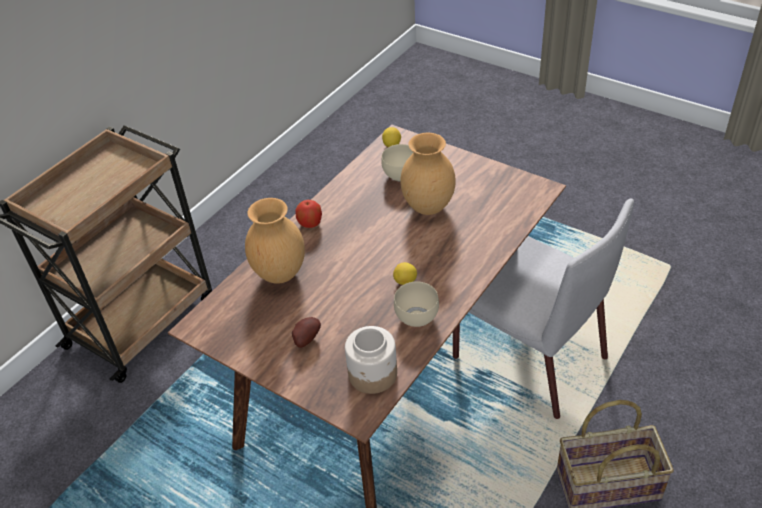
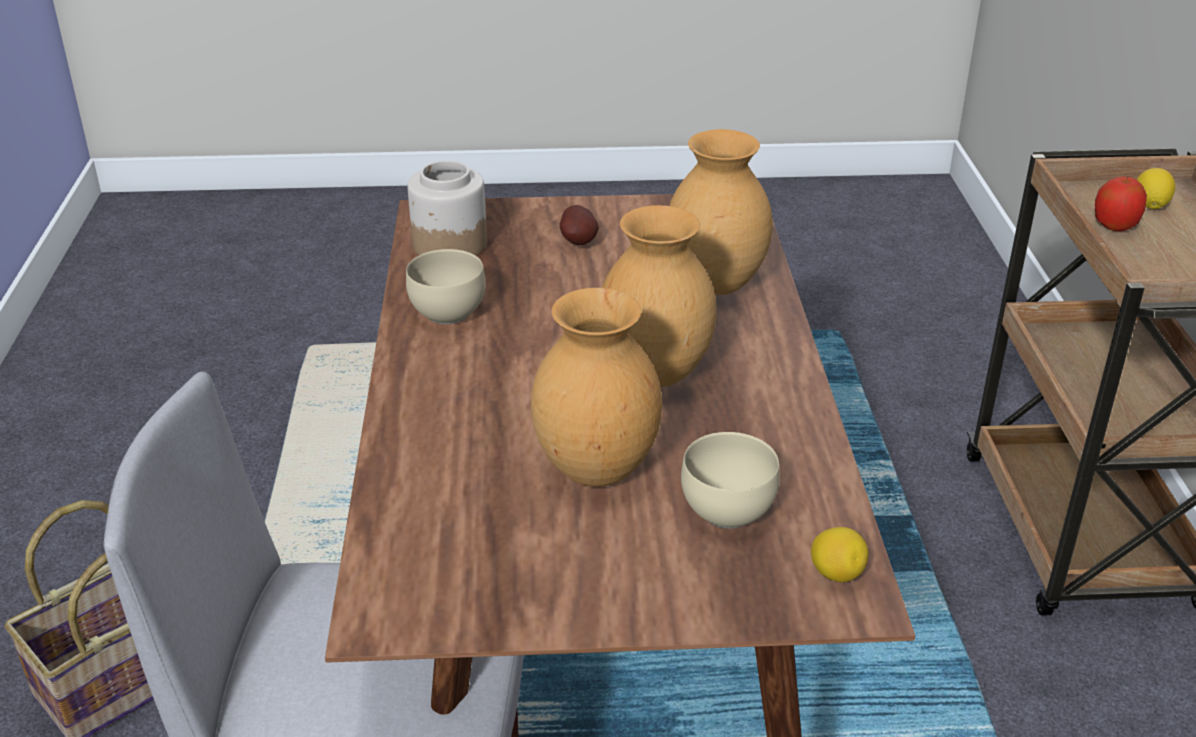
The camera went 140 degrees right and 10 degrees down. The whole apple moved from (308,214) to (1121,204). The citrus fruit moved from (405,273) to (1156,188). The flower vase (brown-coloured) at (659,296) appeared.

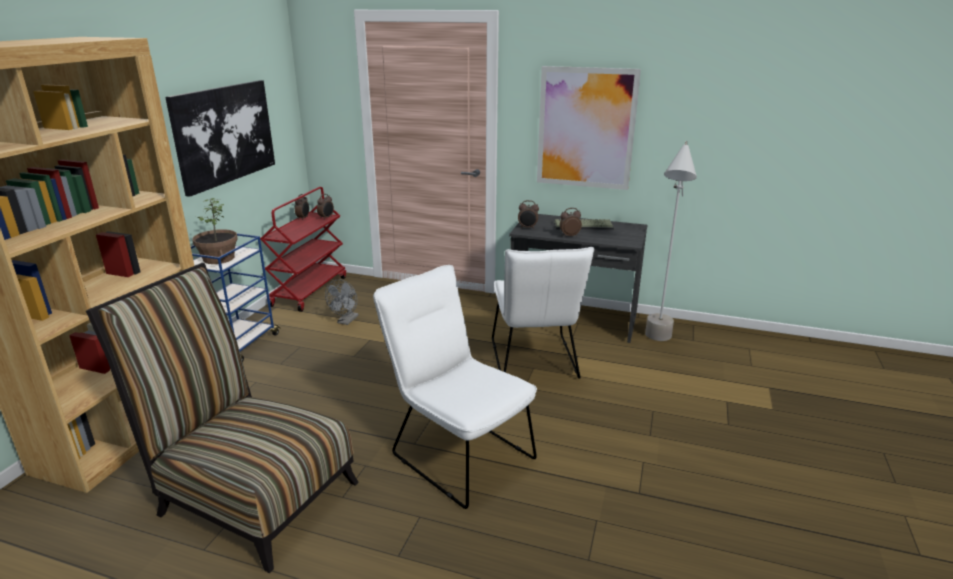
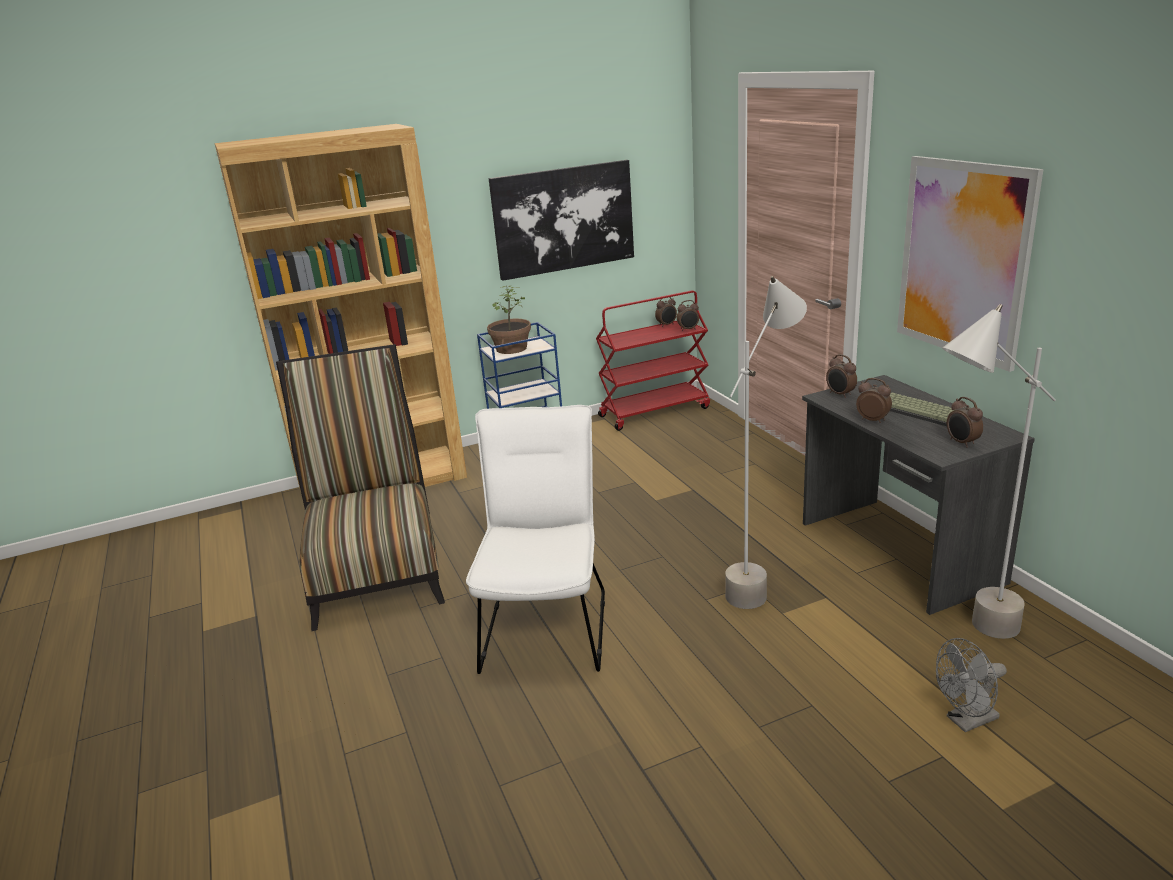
The camera went 50 degrees right and 0 degrees up. The upright chair (white) at (543,313) was replaced by the standing lamp (gray) at (766,442). The cooling fan (gray) moved from (341,302) to (971,685). The bedside clock at (965,422) appeared.

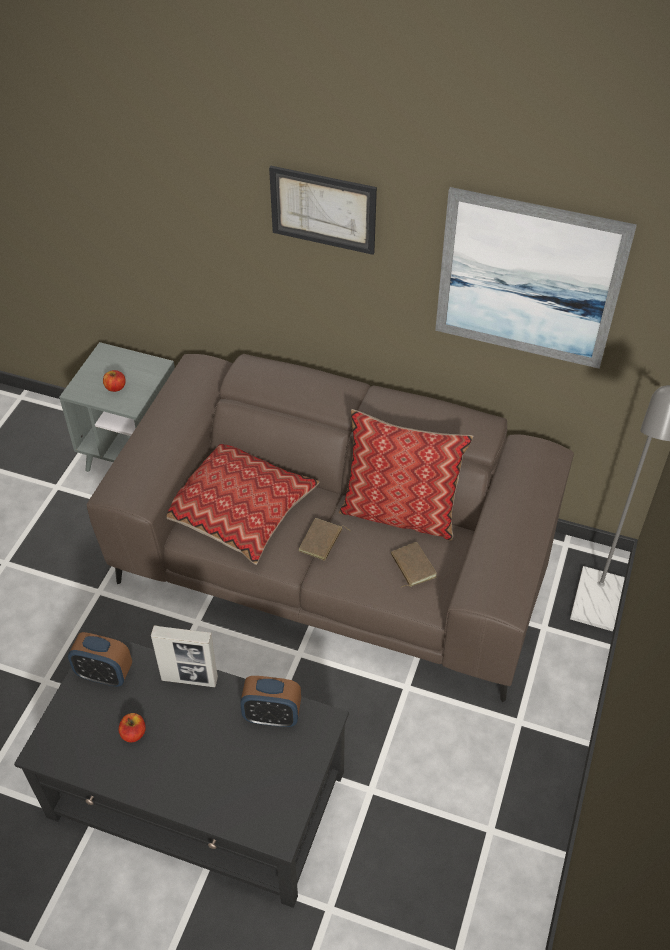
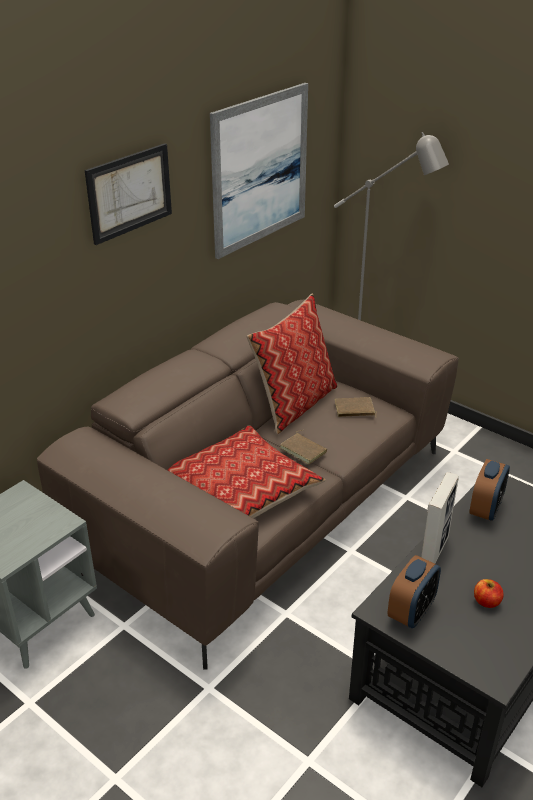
The camera went 70 degrees left and 15 degrees down. The whole apple at (114,381) disappeared.

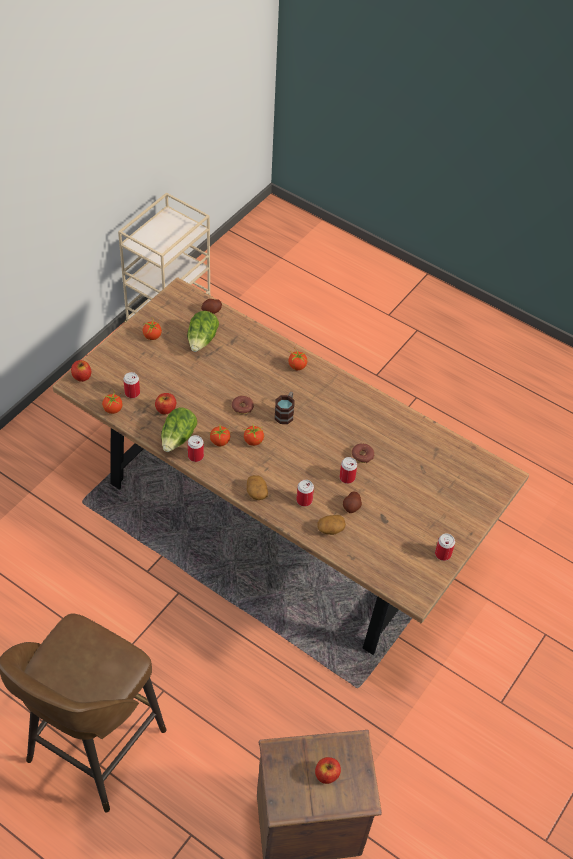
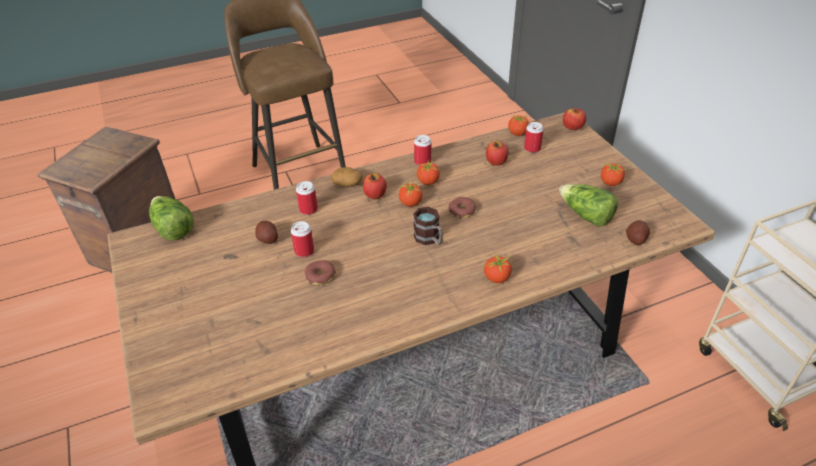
The camera went 125 degrees right and 10 degrees down. The lettuce head moved from (179,429) to (171,218). The potato at (331,525) disappeared. The metal can at (445,547) disappeared. The whole apple moved from (328,770) to (375,186).

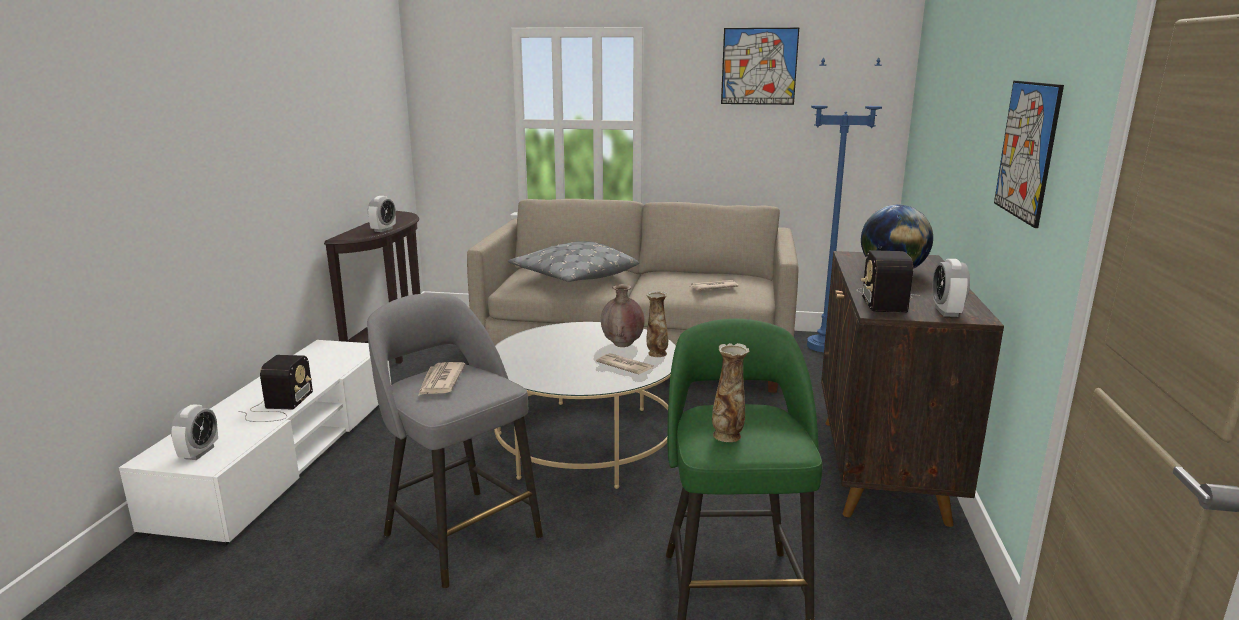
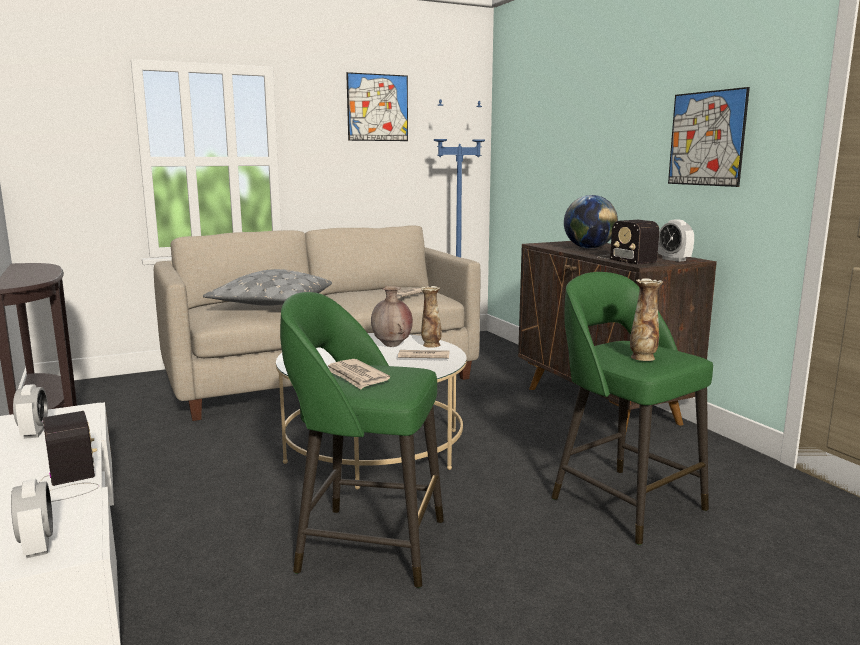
The camera went 35 degrees left and 5 degrees down. The bedside clock moved from (382,214) to (30,411). The stool (gray) at (455,440) became the stool (greenish) at (362,440).

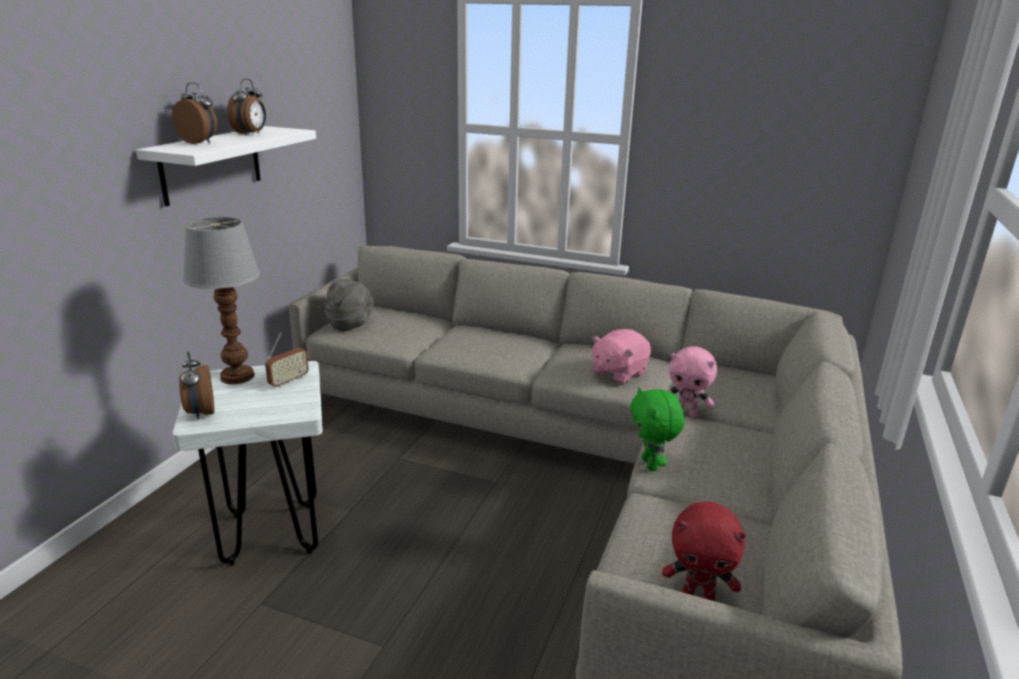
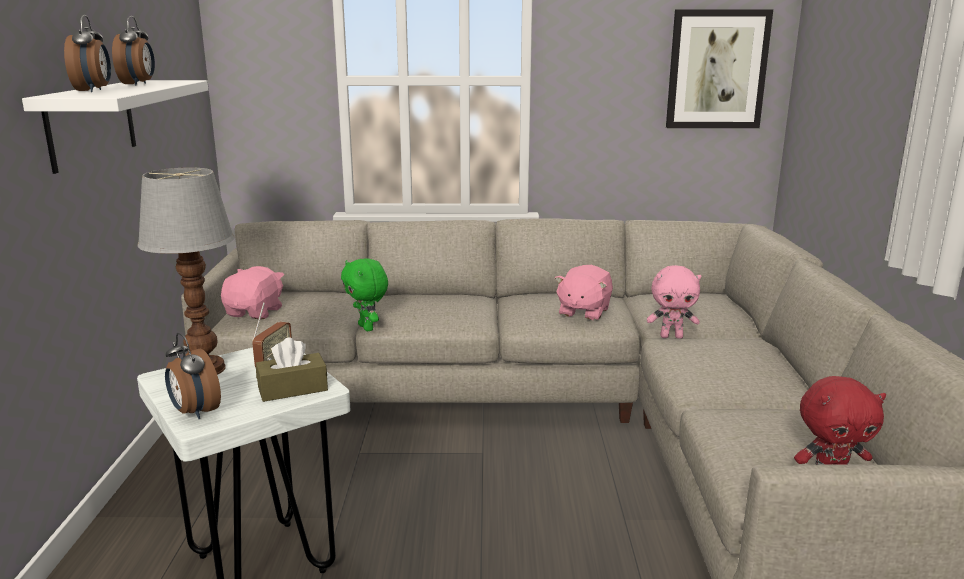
The camera went 20 degrees left and 5 degrees down. The bedside clock at (194,113) turned 75 degrees clockwise. The hat (gray) at (349,305) was replaced by the cuddly toy (pinkish) at (252,293). The cuddly toy (greenish) moved from (657,429) to (364,294). The picture at (719,68) appeared. The tissue box (brown-coloured) at (292,369) appeared.

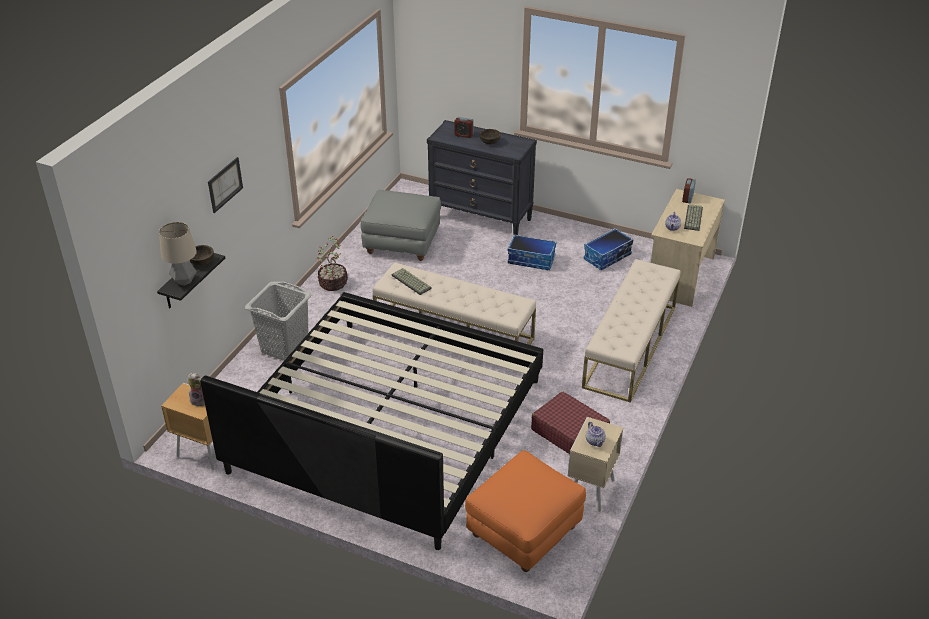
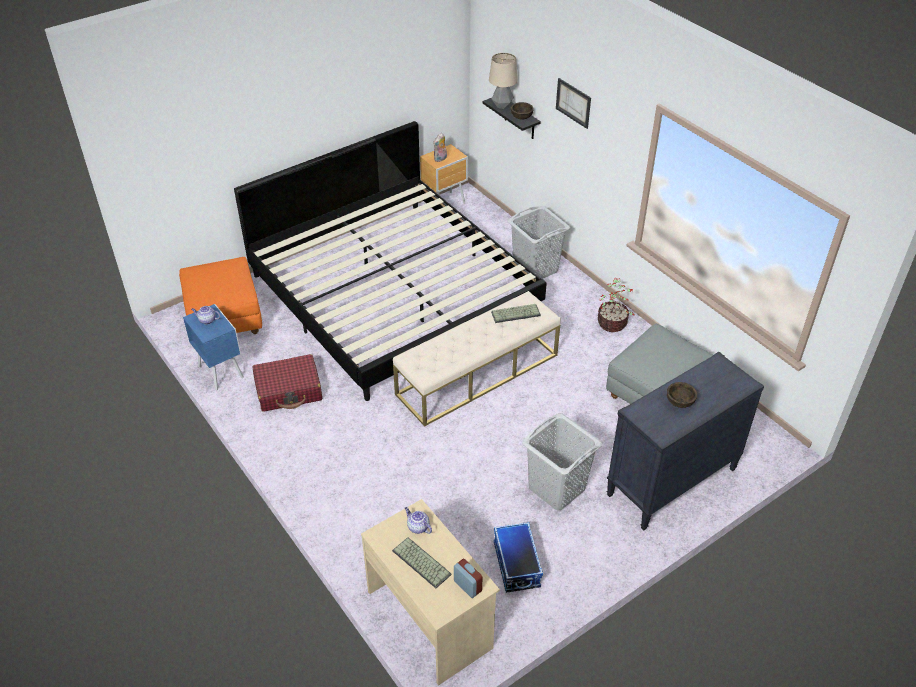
The camera went 120 degrees right and 5 degrees up. The bedside clock at (464,127) disappeared. The storage bin at (532,252) was replaced by the laundry basket (gray) at (562,462). The indoor bench (beige-coloured) at (631,331) disappeared. The bedside table (beige-coloured) at (595,464) became the bedside table (blue-coloured) at (213,347).

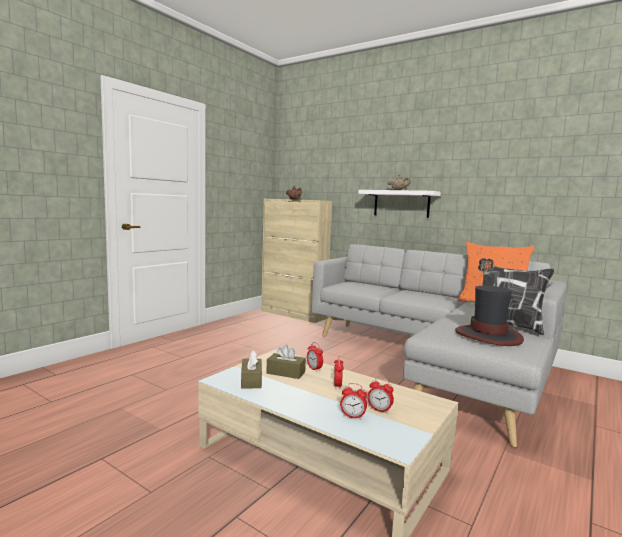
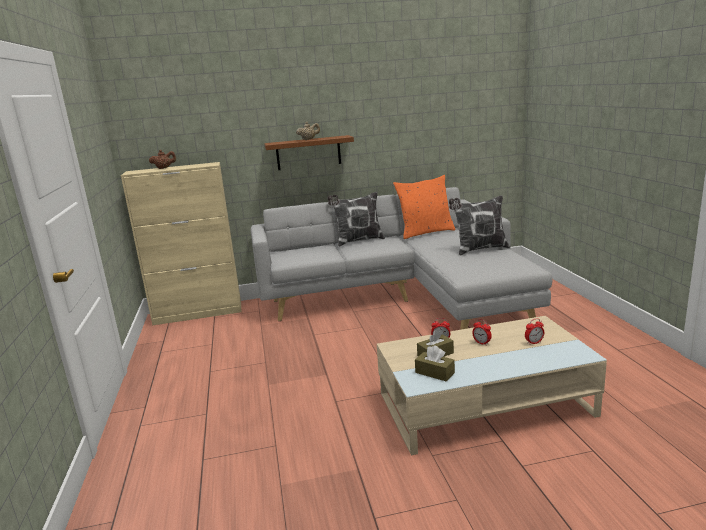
The camera went 45 degrees left and 10 degrees up. The wall shelf (white) at (399,204) became the wall shelf (brown-coloured) at (309,152). The hat at (489,316) disappeared. The bedside clock at (353,401) disappeared. The pillow at (356,219) appeared.

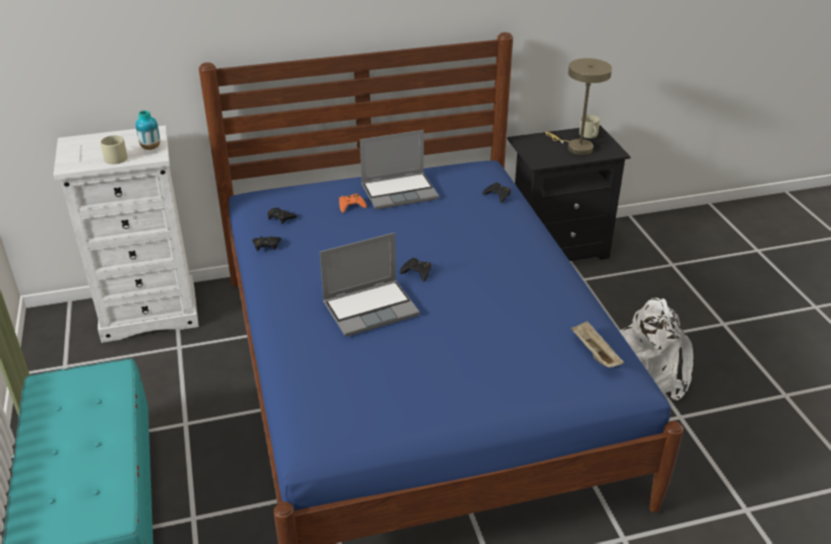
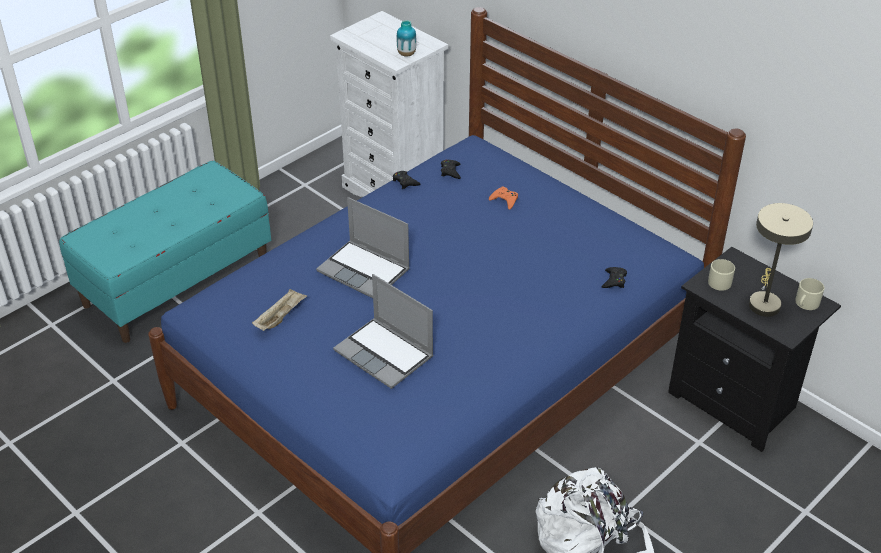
The camera went 60 degrees right and 5 degrees up. The notebook computer moved from (399,170) to (383,331). The coffee mug (beige-coloured) moved from (113,150) to (721,275). The joypad (black-coloured) at (415,270) disappeared. The tray (beige-coloured) moved from (597,344) to (279,310).

